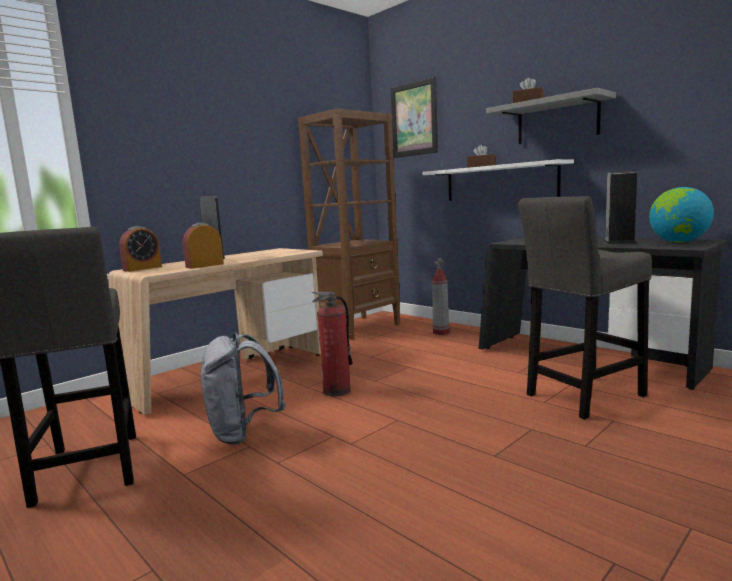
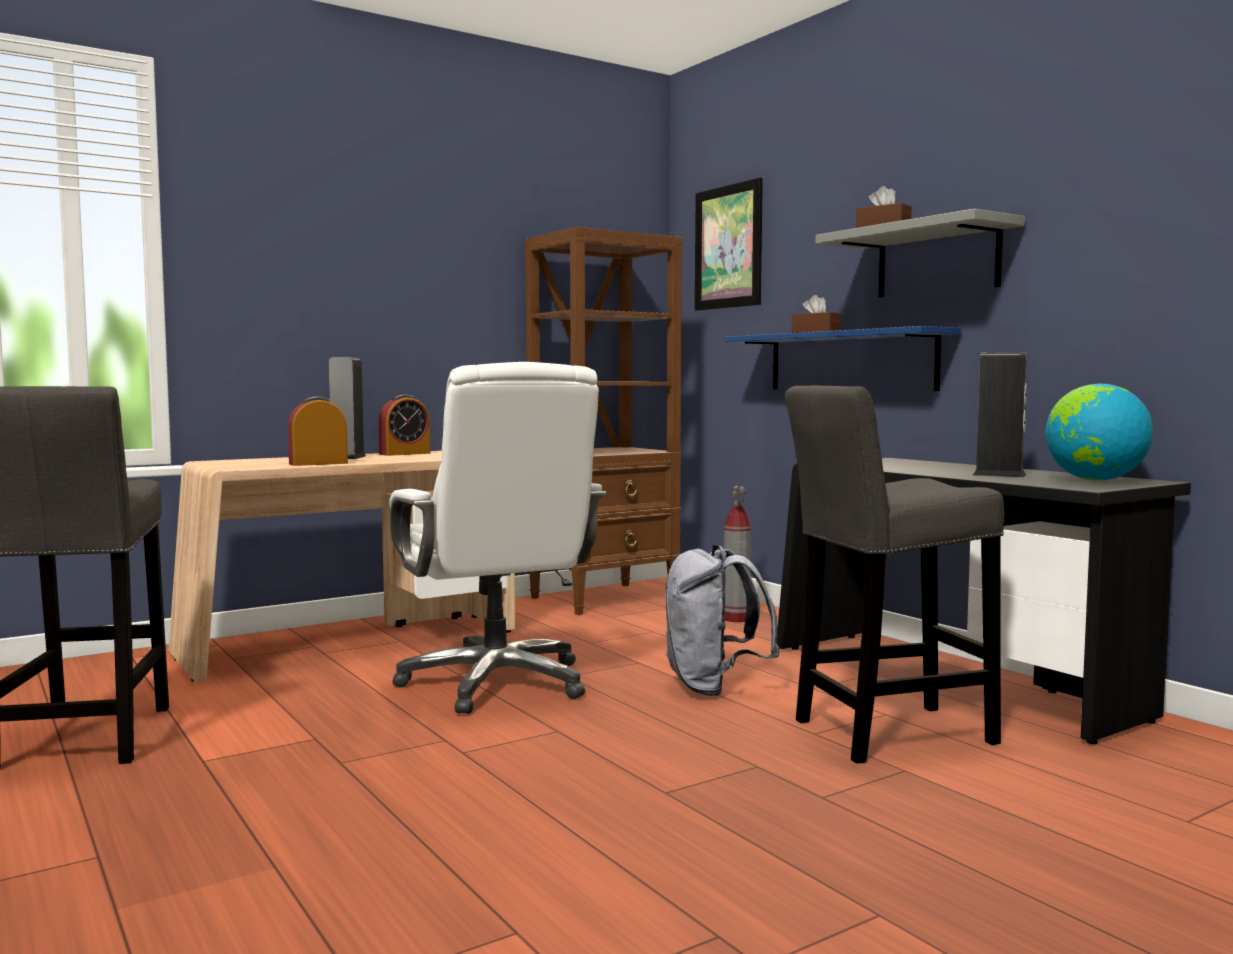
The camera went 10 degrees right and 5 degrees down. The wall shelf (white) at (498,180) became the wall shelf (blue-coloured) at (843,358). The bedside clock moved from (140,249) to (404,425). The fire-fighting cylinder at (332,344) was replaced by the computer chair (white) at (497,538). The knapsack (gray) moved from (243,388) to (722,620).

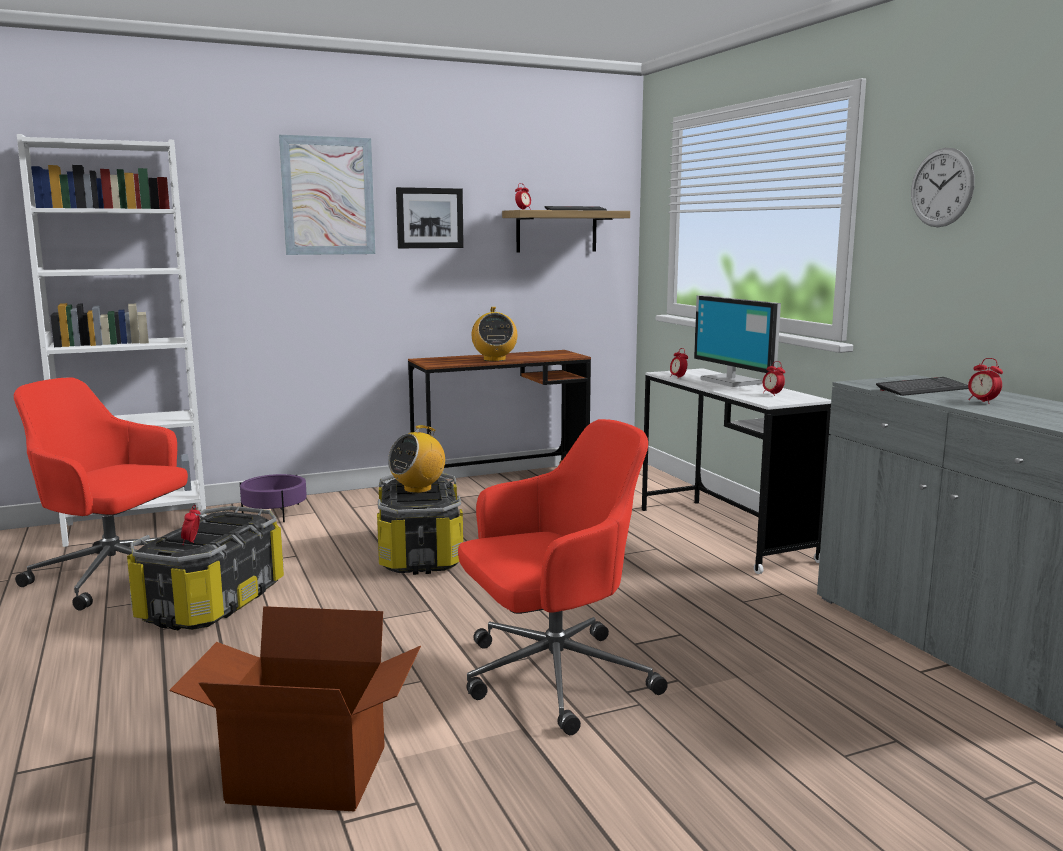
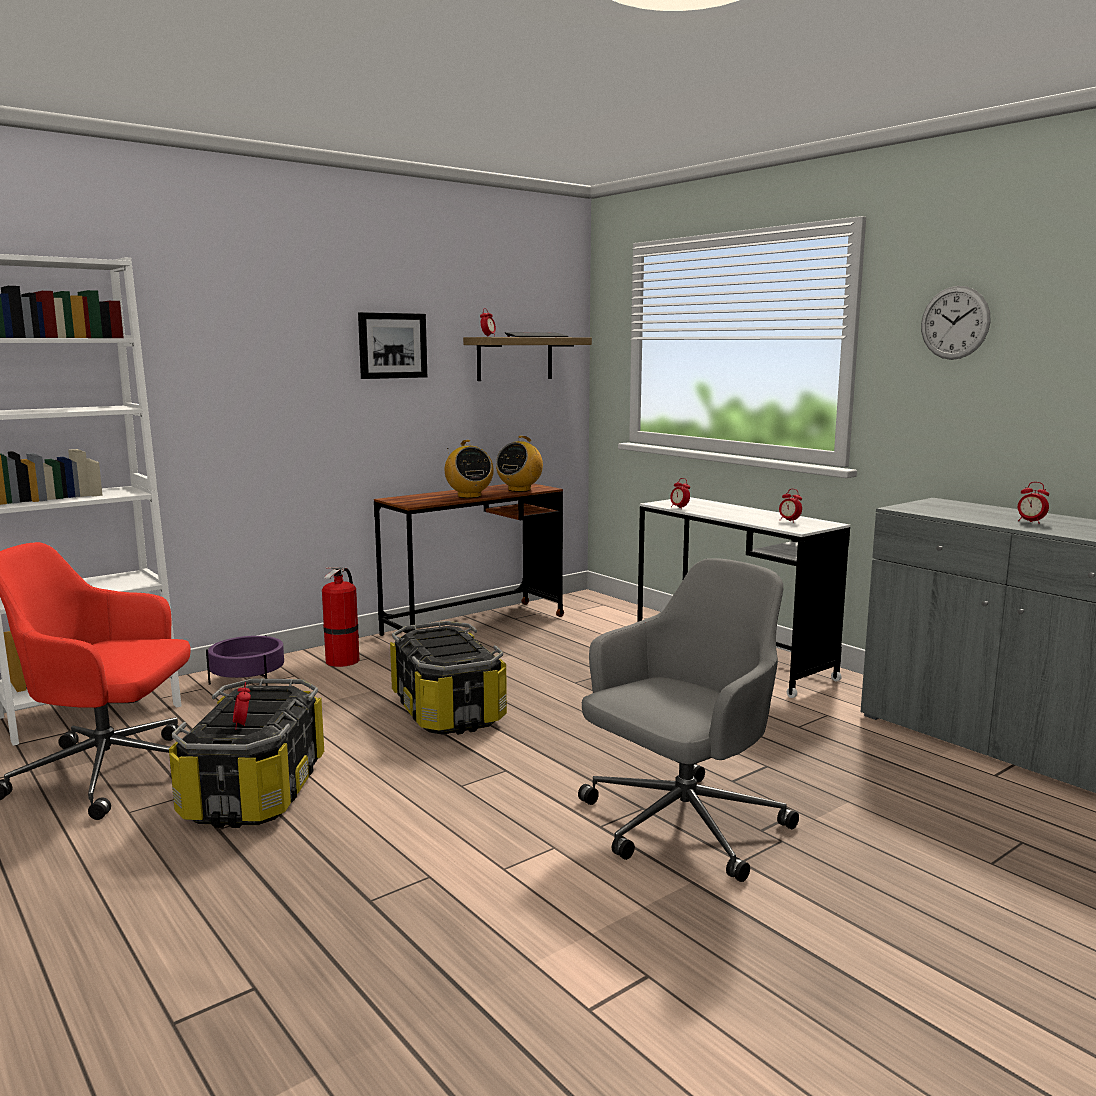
The camera went 15 degrees left and 0 degrees up. The picture at (327,195) disappeared. The computer screen at (737,341) disappeared. The keyboard at (922,386) disappeared. The computer chair (red-coloured) at (563,577) became the computer chair (gray) at (688,720). The radio receiver moved from (416,459) to (519,464). The cardboard box at (295,709) disappeared. The fire-fighting cylinder at (341,617) appeared.

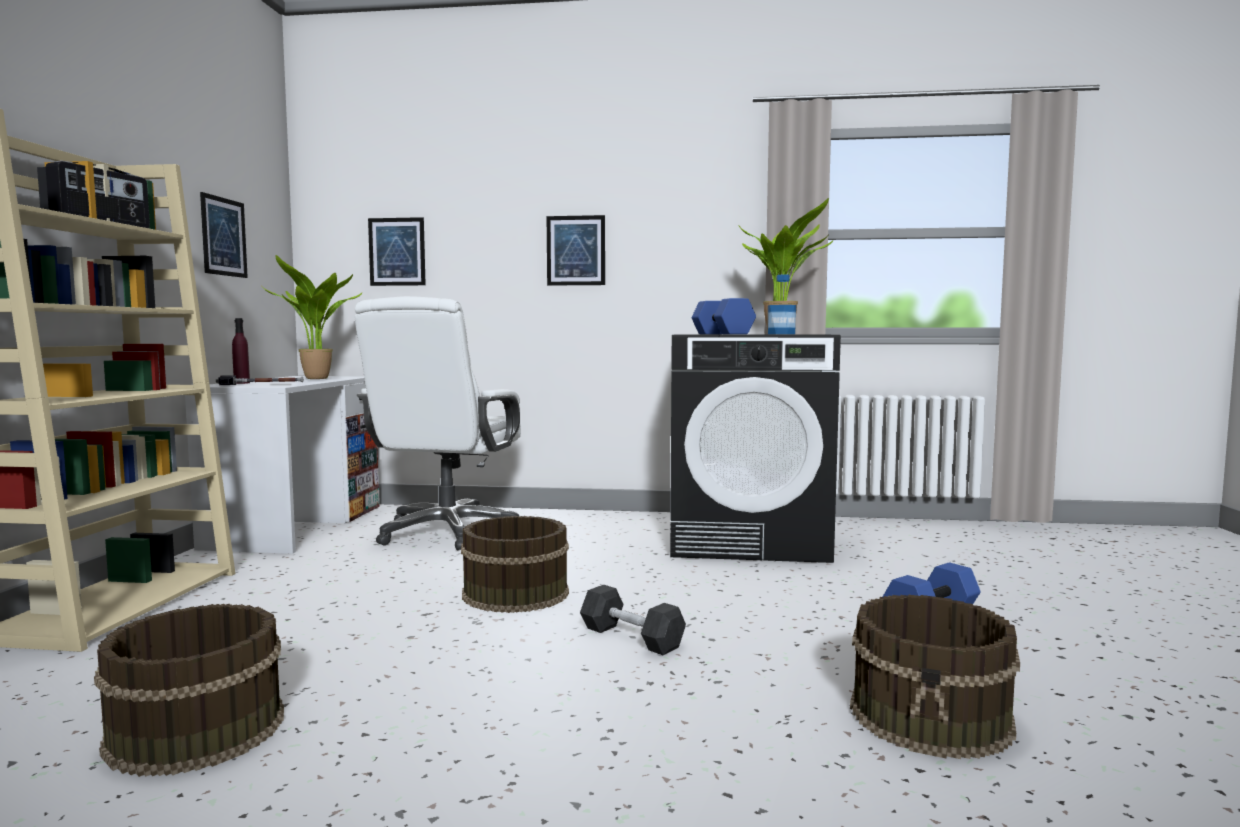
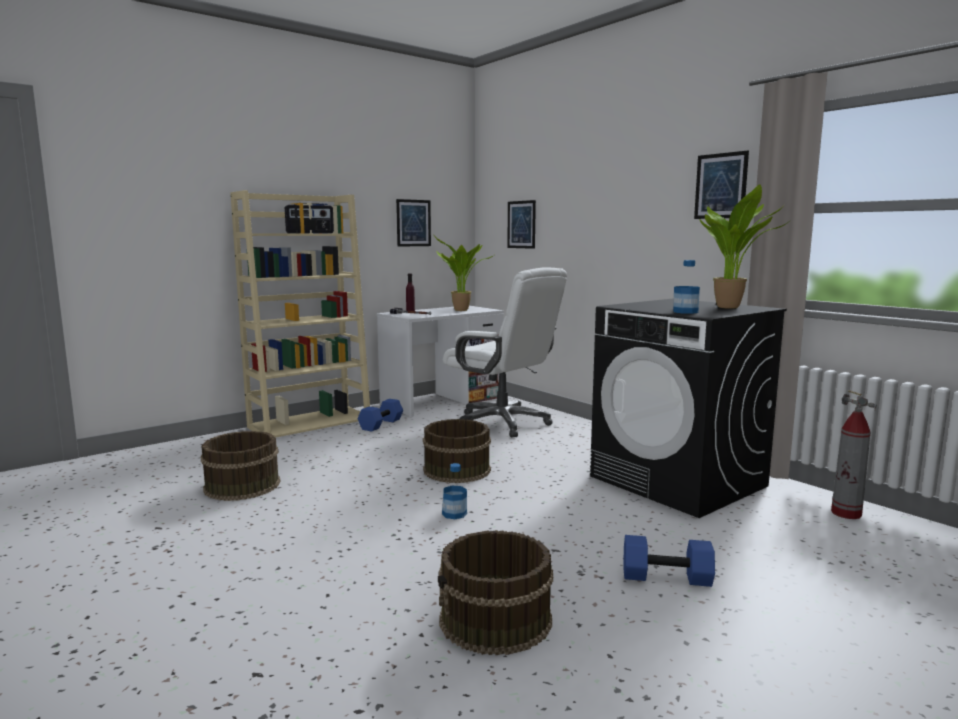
The camera went 45 degrees right and 5 degrees up. The picture moved from (576,250) to (721,185). The computer chair (white) at (437,423) turned 105 degrees counterclockwise. The dumbbell (blue-coloured) moved from (724,316) to (380,415). The dumbbell (gray) at (633,620) was replaced by the bottle at (454,491). The fire-fighting cylinder at (854,454) appeared.

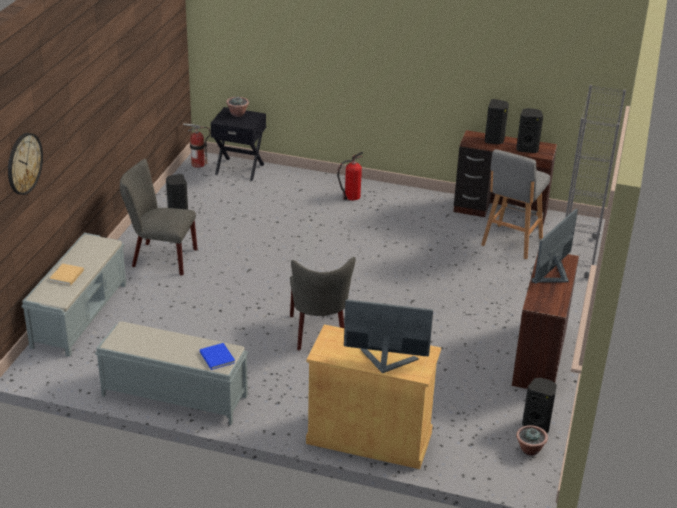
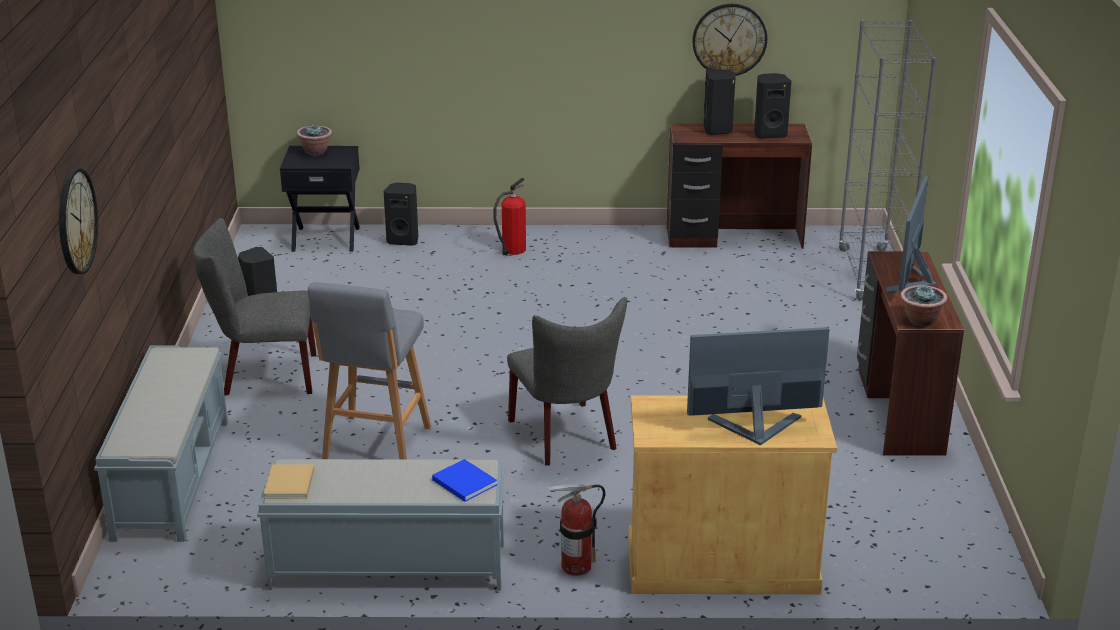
The camera went 15 degrees left and 5 degrees down. The fire-fighting cylinder moved from (197,145) to (576,530). The stool (gray) moved from (515,204) to (369,371). The volume (beige-coloured) moved from (66,275) to (289,482). The speaker (black-coloured) moved from (539,405) to (401,214). The plant in a pot moved from (532,440) to (924,306). The wall clock at (729,40) appeared.

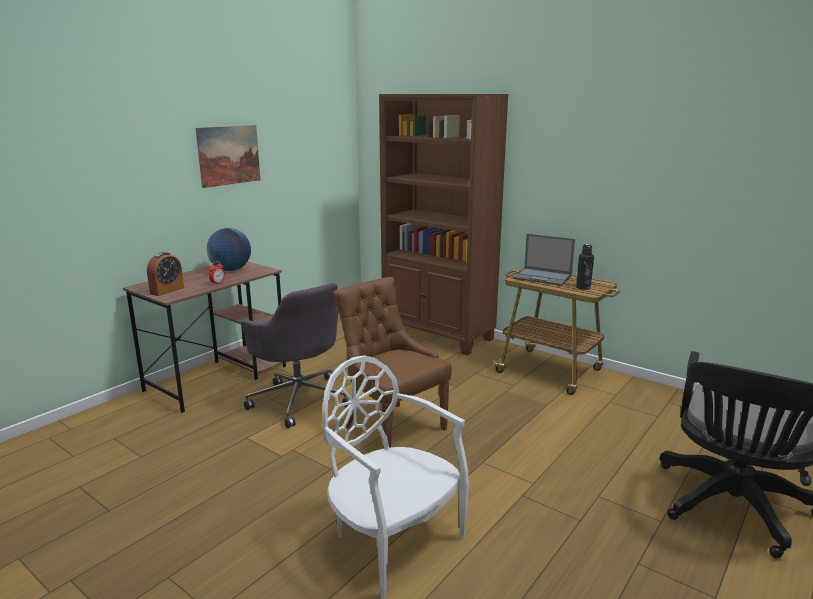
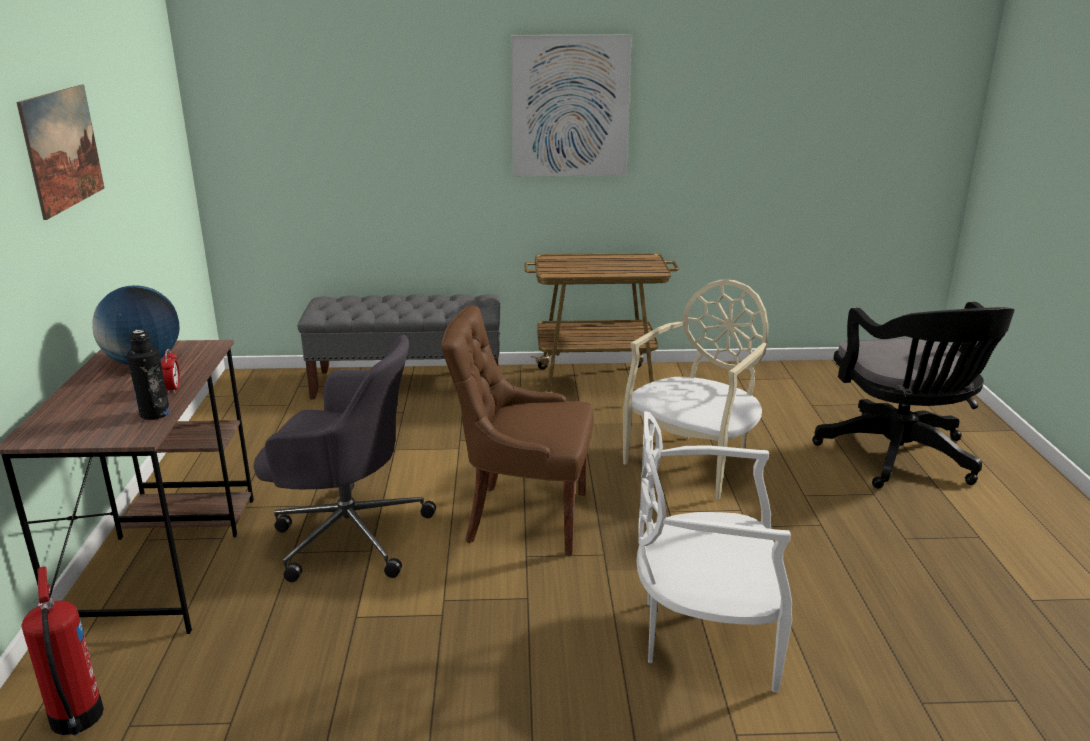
The camera went 40 degrees left and 5 degrees up. The bookcase (brown-coloured) at (444,224) was replaced by the indoor bench (gray) at (399,346). The notebook computer at (544,260) disappeared. The bottle (black-coloured) moved from (585,267) to (148,374). The bedside clock at (165,274) disappeared. The picture at (571,105) appeared. The upright chair (beige-coloured) at (696,389) appeared. The fire-fighting cylinder at (63,651) appeared.

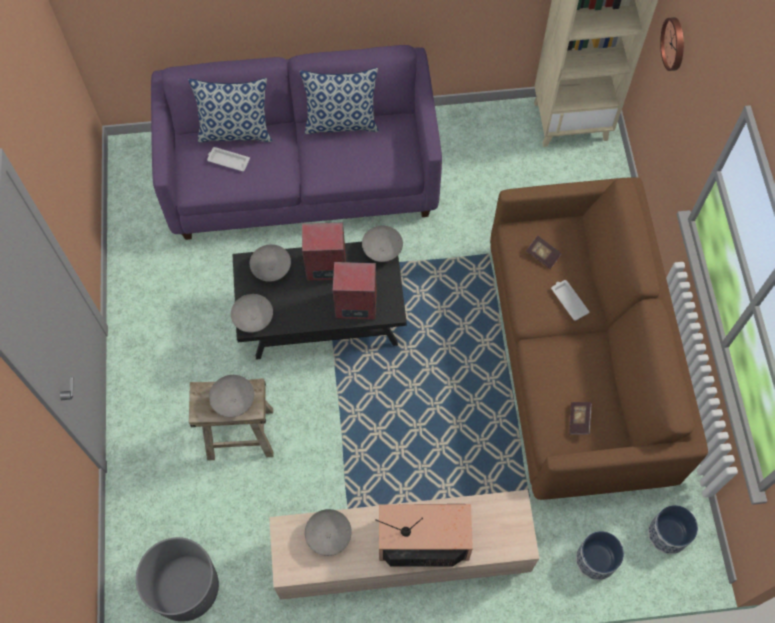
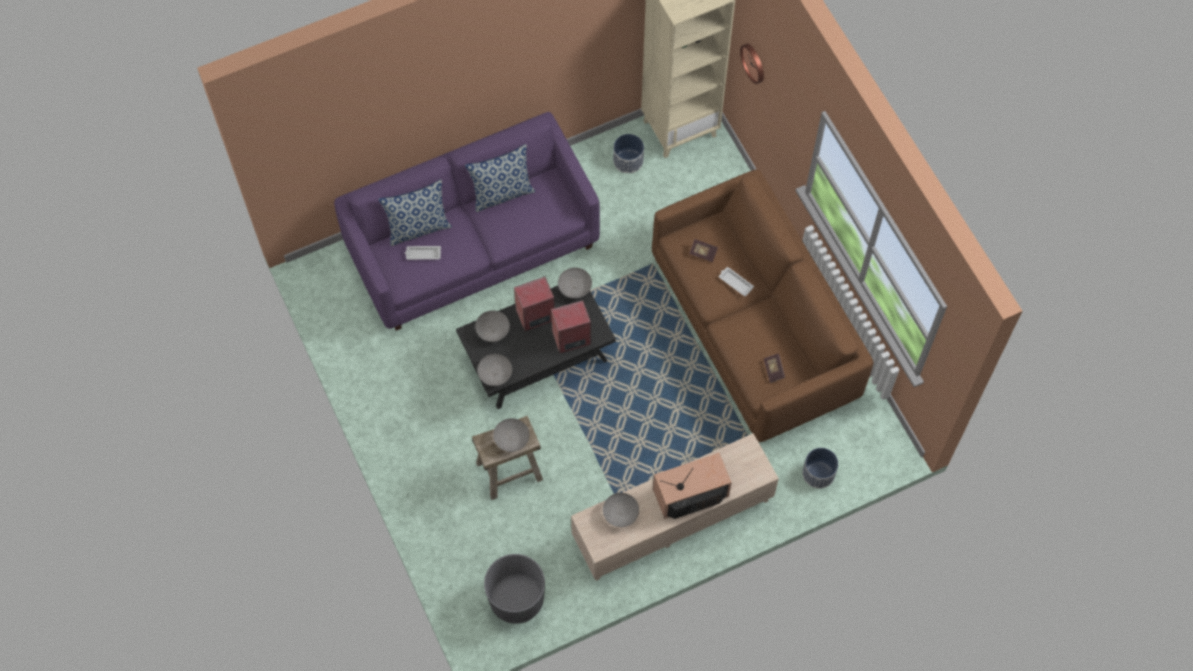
The camera went 20 degrees left and 0 degrees up. The planter moved from (673,529) to (628,153).

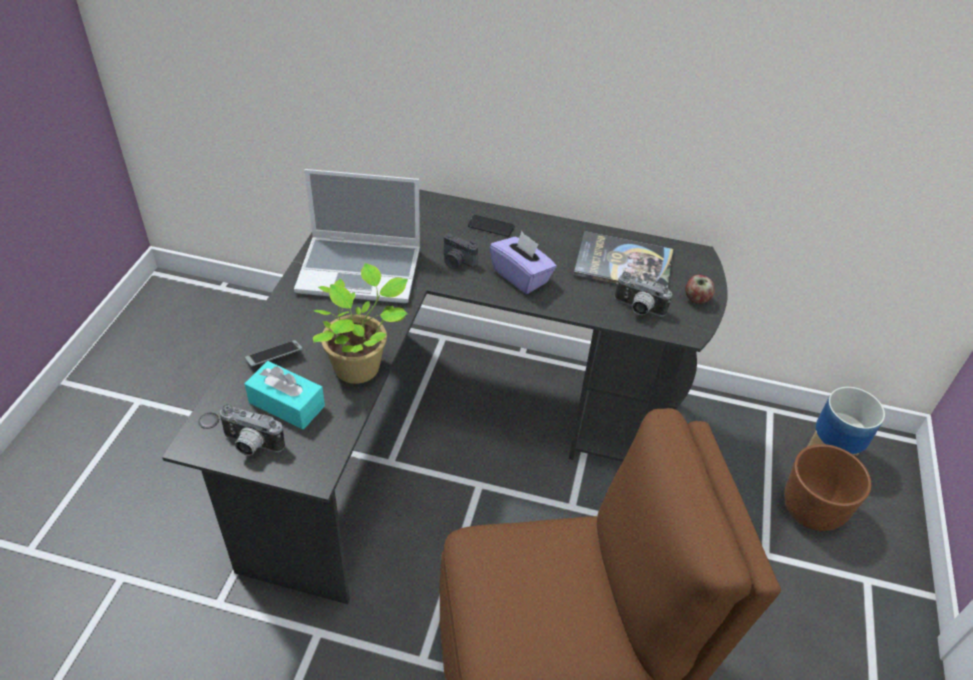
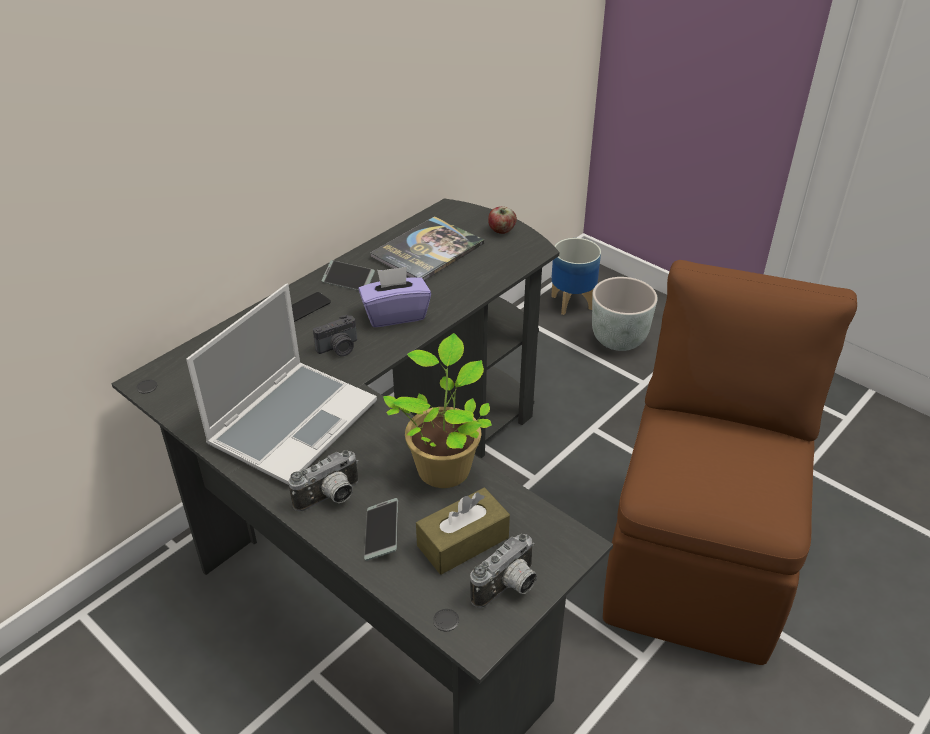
The camera went 60 degrees left and 5 degrees down. The photo camera moved from (643,294) to (323,481). The tissue box (blue-green) at (284,395) became the tissue box (brown-coloured) at (463,531). The planter (brown-coloured) at (828,487) became the planter (gray) at (625,314). The phone at (348,275) appeared.

